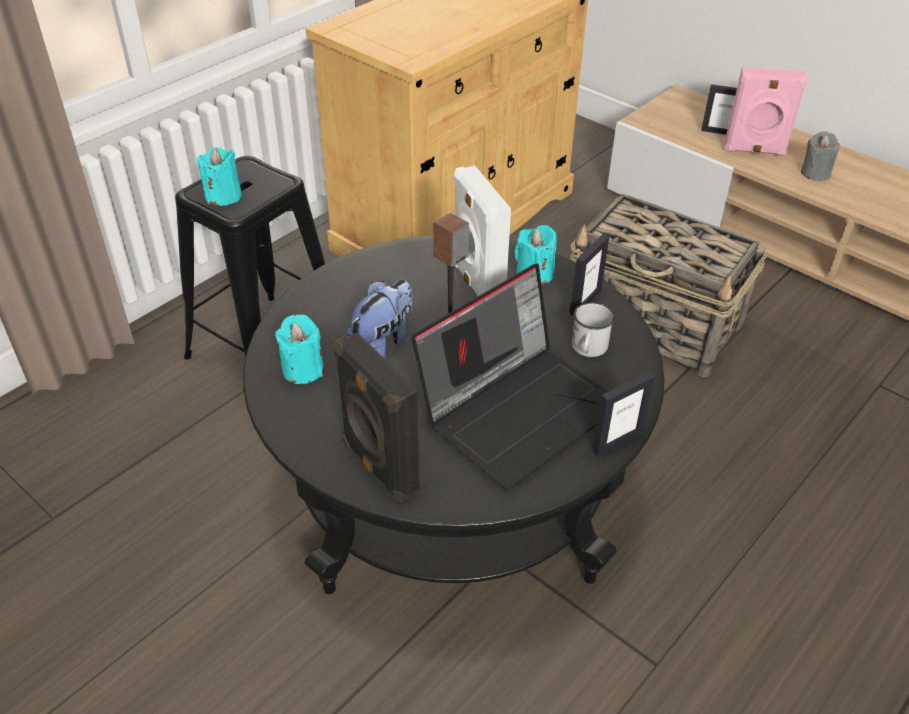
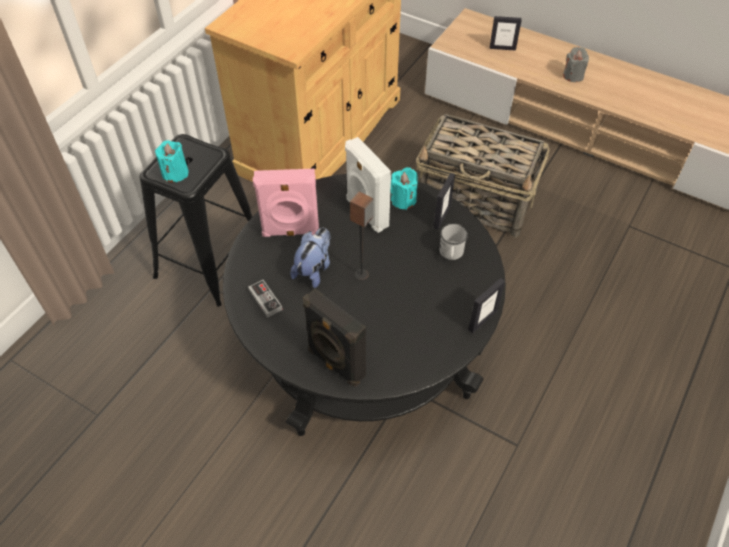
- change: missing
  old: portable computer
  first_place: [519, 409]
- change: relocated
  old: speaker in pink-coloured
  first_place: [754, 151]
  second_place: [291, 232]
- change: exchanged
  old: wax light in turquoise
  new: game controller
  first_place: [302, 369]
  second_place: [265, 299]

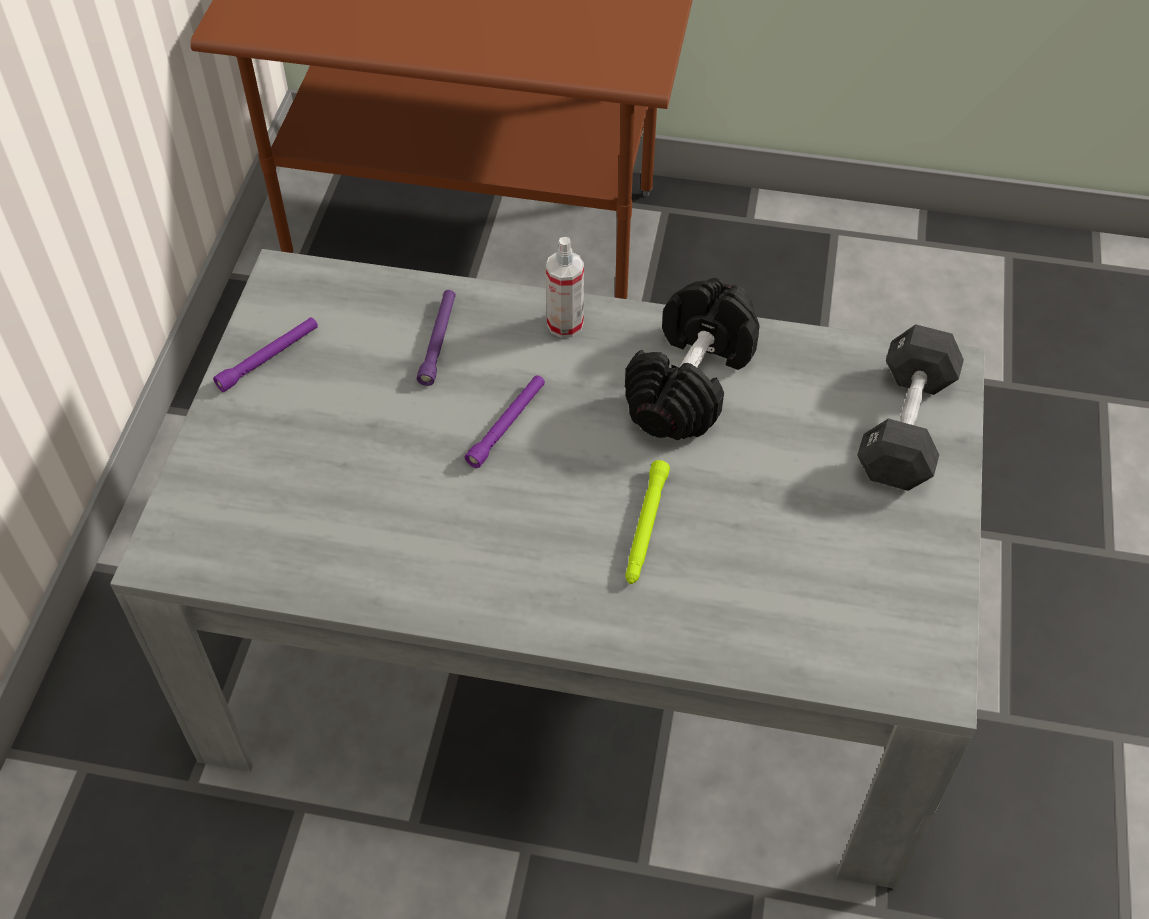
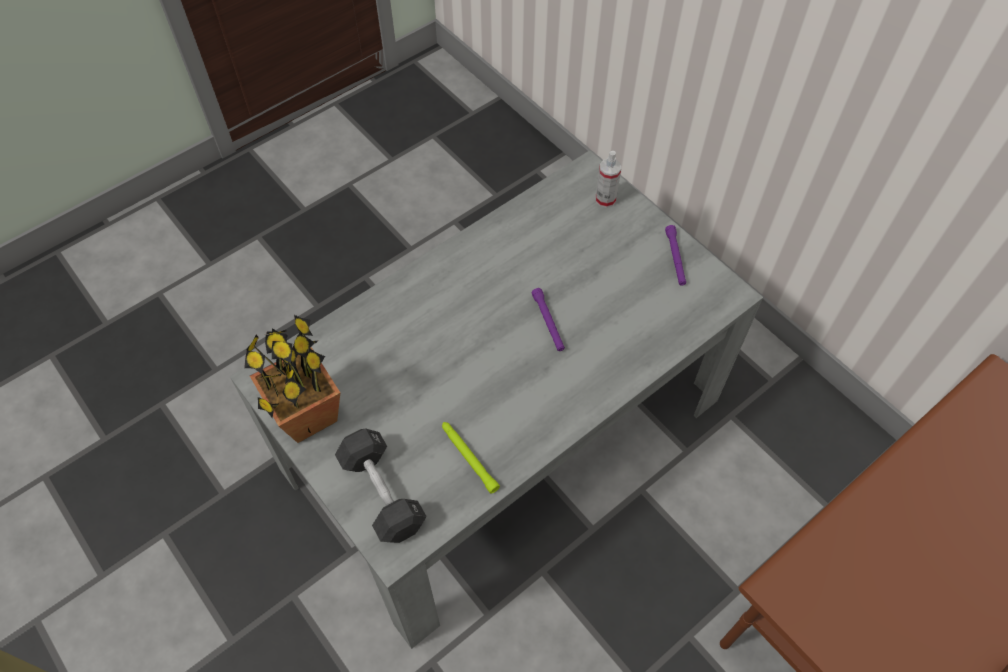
- change: missing
  old: flashlight in purple-coloured
  first_place: [438, 341]
- change: missing
  old: free weight in blackish
  first_place: [689, 381]
- change: appeared
  new: houseplant
  second_place: [307, 416]
- change: relocated
  old: sprayer
  first_place: [565, 324]
  second_place: [605, 199]
- change: relocated
  old: flashlight in green
  first_place: [645, 528]
  second_place: [468, 457]

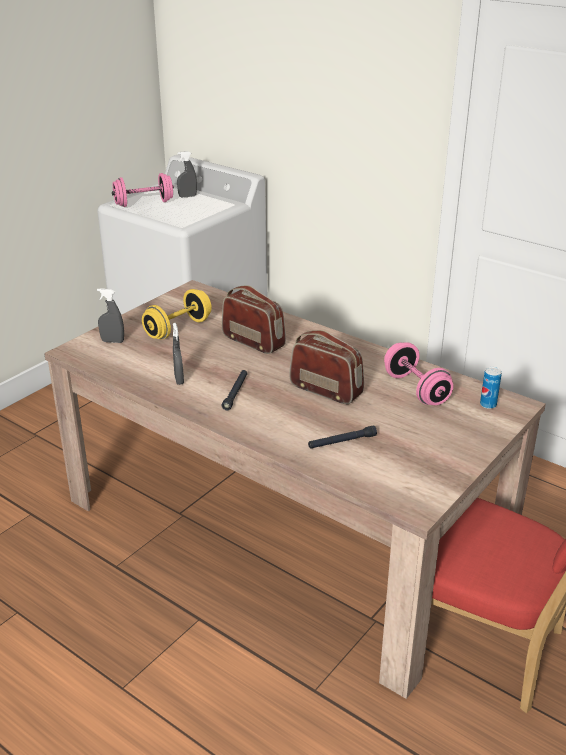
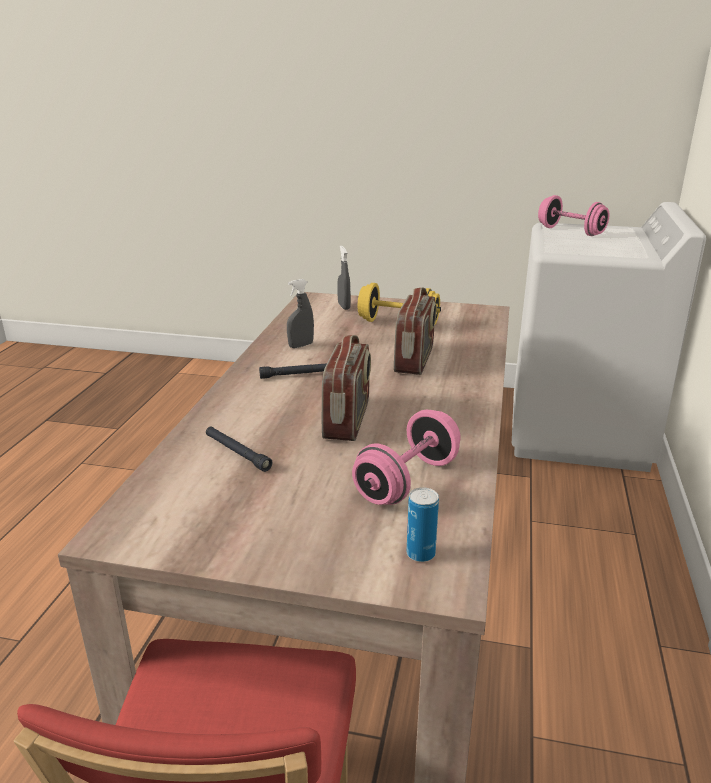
- change: missing
  old: sprayer in greyish
  first_place: [187, 196]

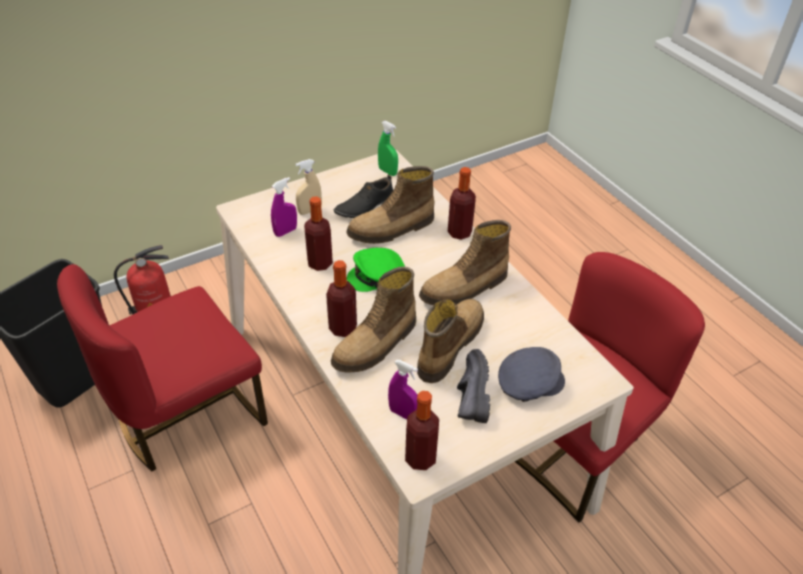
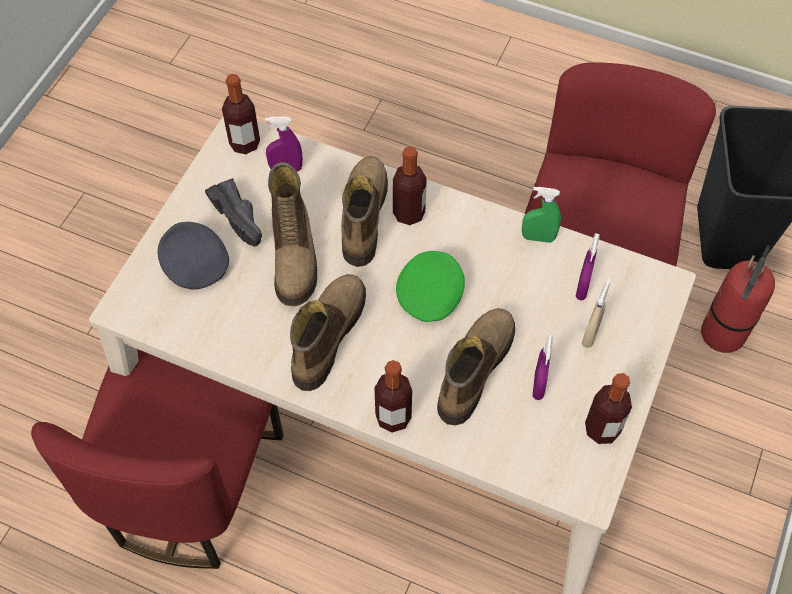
- change: relocated
  old: bottle
  first_place: [320, 263]
  second_place: [602, 429]
- change: relocated
  old: sprayer in green
  first_place: [387, 171]
  second_place: [538, 237]
- change: exchanged
  old: low shoe in blackish
  new: sprayer in purple-coloured
  first_place: [364, 206]
  second_place: [538, 385]
- change: spun
  old: baseball cap in greyish
  first_place: [529, 382]
  second_place: [193, 263]
  degrees: 105

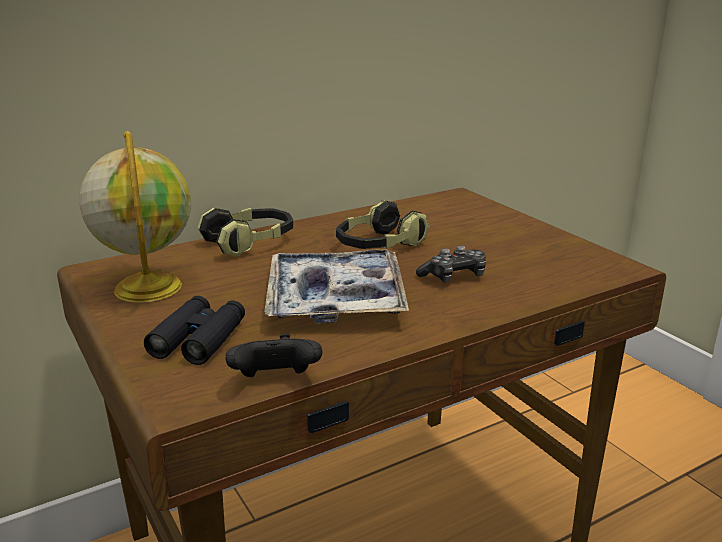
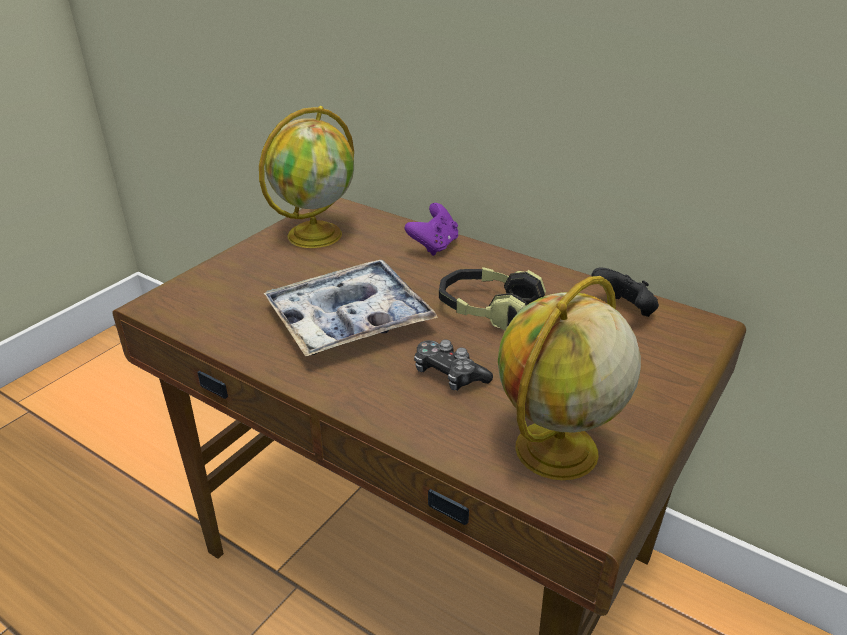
- change: missing
  old: binoculars in blackish
  first_place: [199, 339]
- change: appeared
  new: desk globe
  second_place: [555, 452]
- change: relocated
  old: game controller in blackish
  first_place: [275, 381]
  second_place: [625, 310]
- change: exchanged
  old: pair of headphones
  new: game controller in purple-coloured
  first_place: [250, 243]
  second_place: [434, 246]

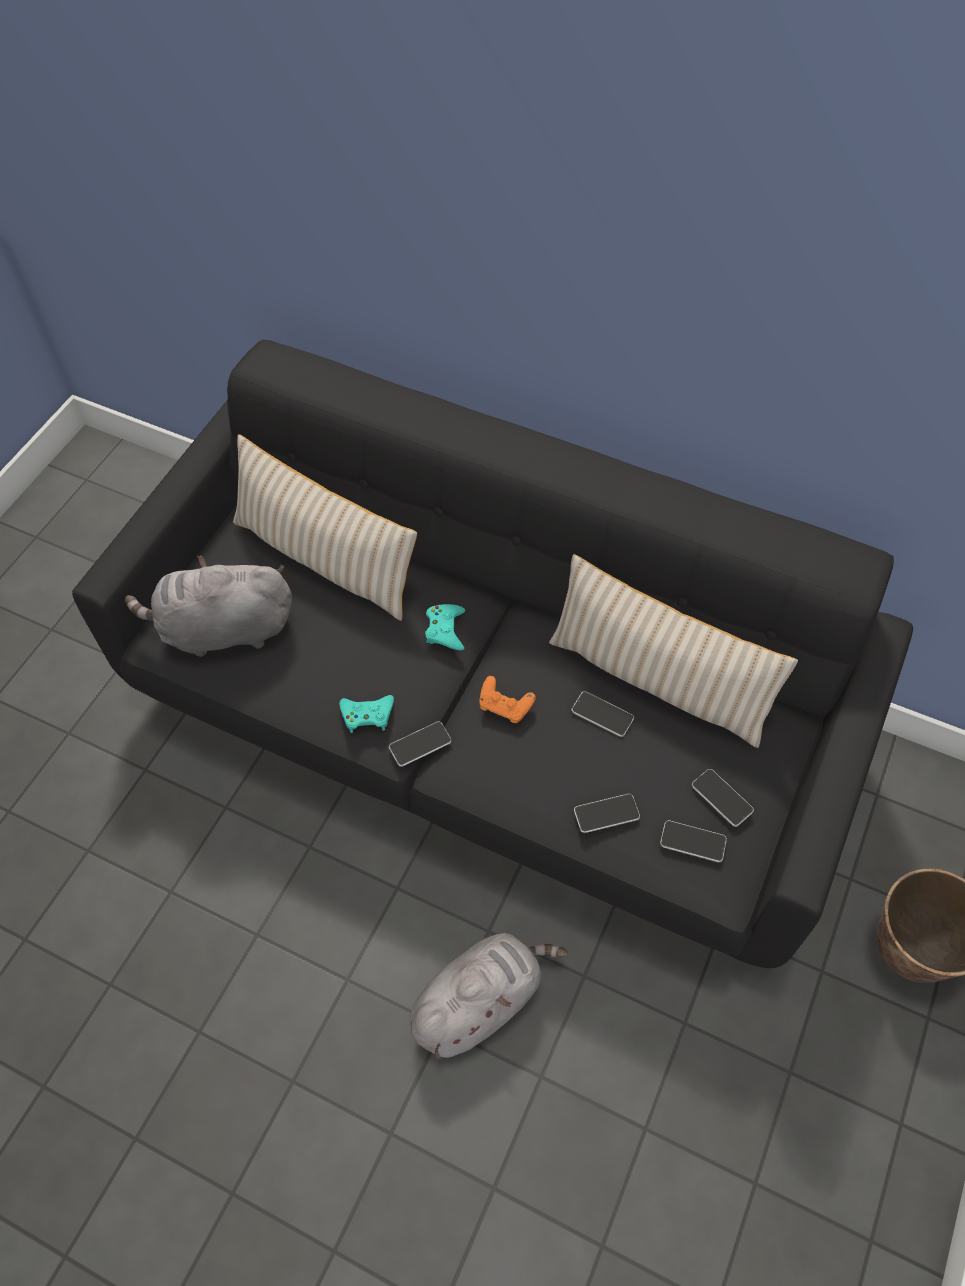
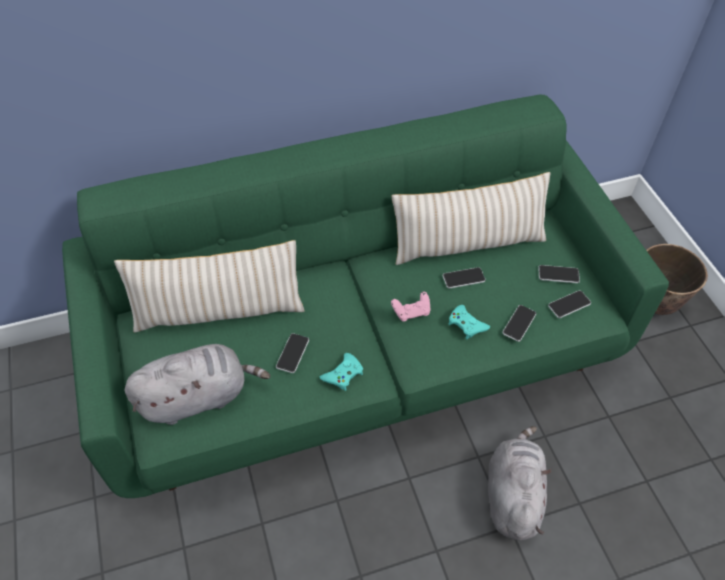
- change: relocated
  old: telephone
  first_place: [420, 744]
  second_place: [292, 353]
- change: relocated
  old: game controller in turquoise
  first_place: [445, 630]
  second_place: [466, 324]
- change: colour
  old: sofa in blackish
  new: sofa in green
  first_place: [486, 722]
  second_place: [362, 354]
- change: colour
  old: game controller in orangey
  new: game controller in pink-coloured
  first_place: [505, 706]
  second_place: [411, 312]
- change: spun
  old: soft toy in greyish
  first_place: [223, 629]
  second_place: [198, 397]
  degrees: -150

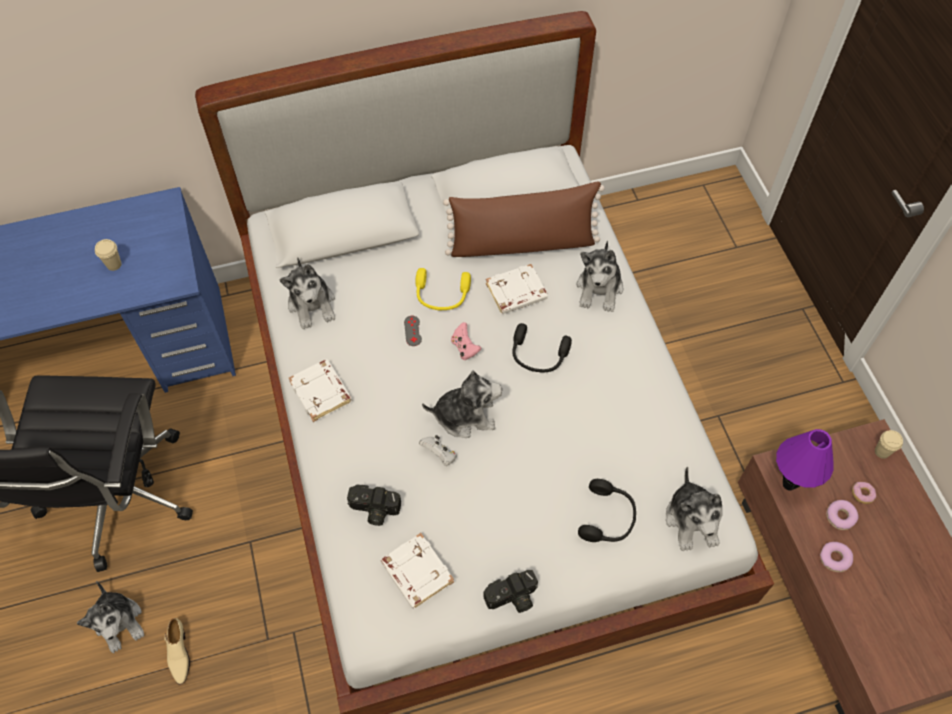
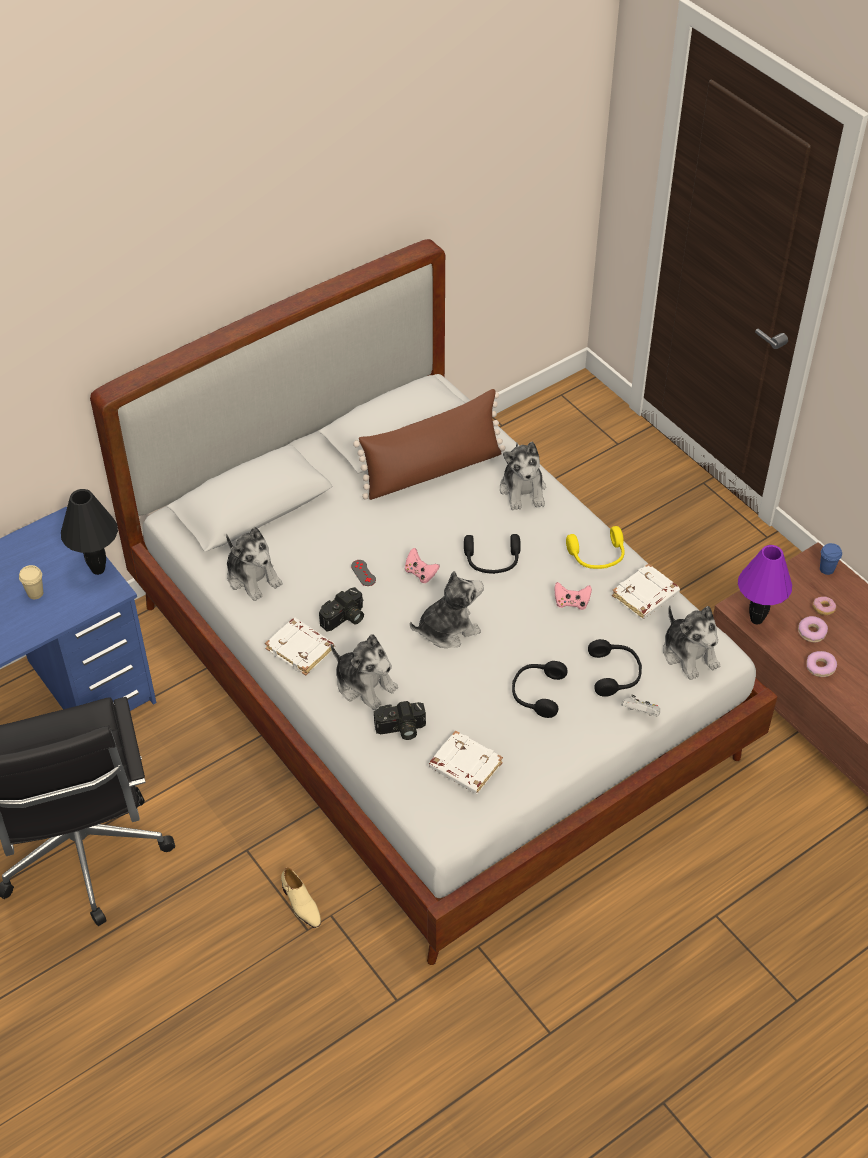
- change: appeared
  new: lamp for a table in blackish
  second_place: [98, 570]
- change: appeared
  new: pair of headphones in blackish
  second_place: [537, 693]
- change: appeared
  new: game controller in pink-coloured
  second_place: [571, 603]
- change: relocated
  old: soft toy
  first_place: [119, 622]
  second_place: [364, 684]
- change: relocated
  old: low shoe in beige-coloured
  first_place: [179, 653]
  second_place: [301, 904]
- change: relocated
  old: pair of headphones in yellow-coloured
  first_place: [441, 296]
  second_place: [597, 557]
- change: relocated
  old: game controller in white-coloured
  first_place: [439, 455]
  second_place: [640, 713]
- change: relocated
  old: photo camera
  first_place: [512, 599]
  second_place: [345, 619]
- change: relocated
  old: book in white-coloured
  first_place: [516, 293]
  second_place: [645, 596]
- change: colour
  old: cup in beige-coloured
  new: cup in bluish
  first_place: [882, 452]
  second_place: [826, 569]

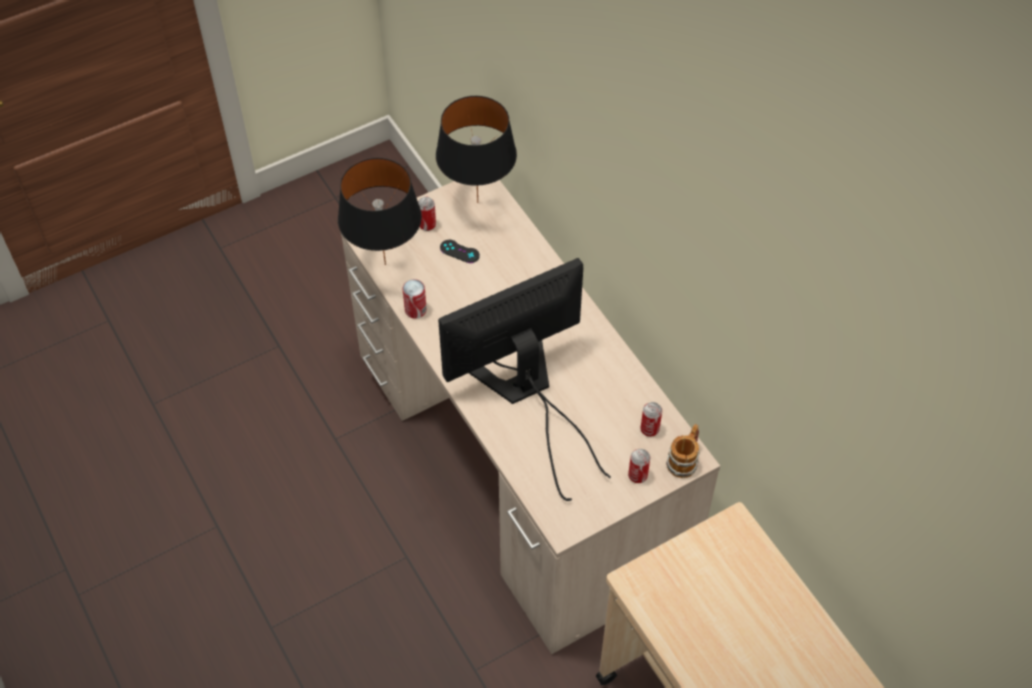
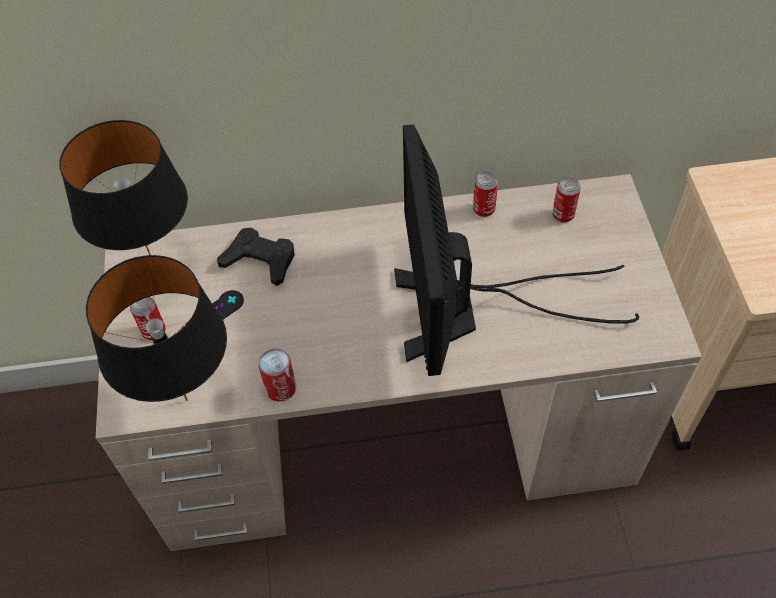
- change: missing
  old: coffee mug
  first_place: [684, 460]
- change: appeared
  new: game controller in blackish
  second_place: [260, 260]
- change: relocated
  old: can
  first_place: [637, 476]
  second_place: [483, 209]

